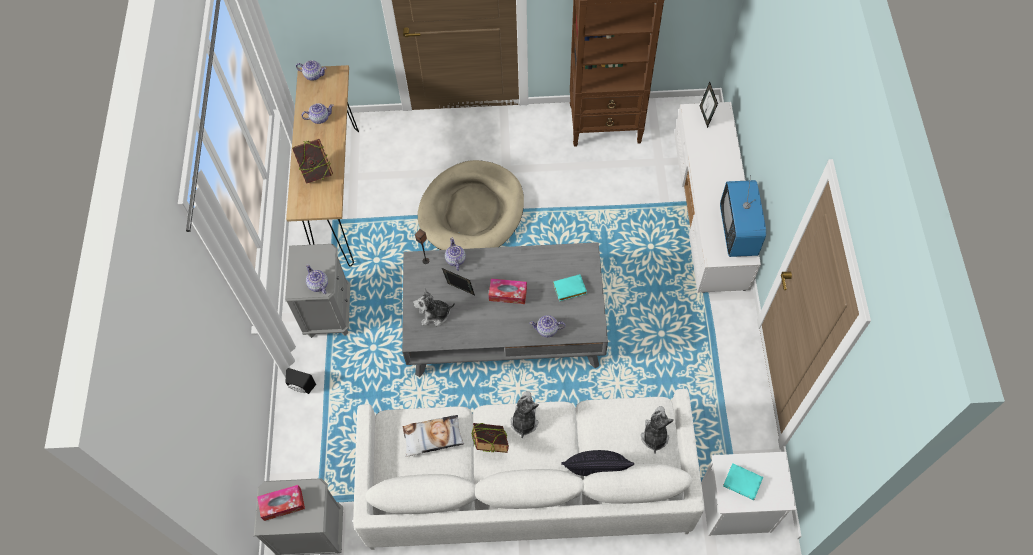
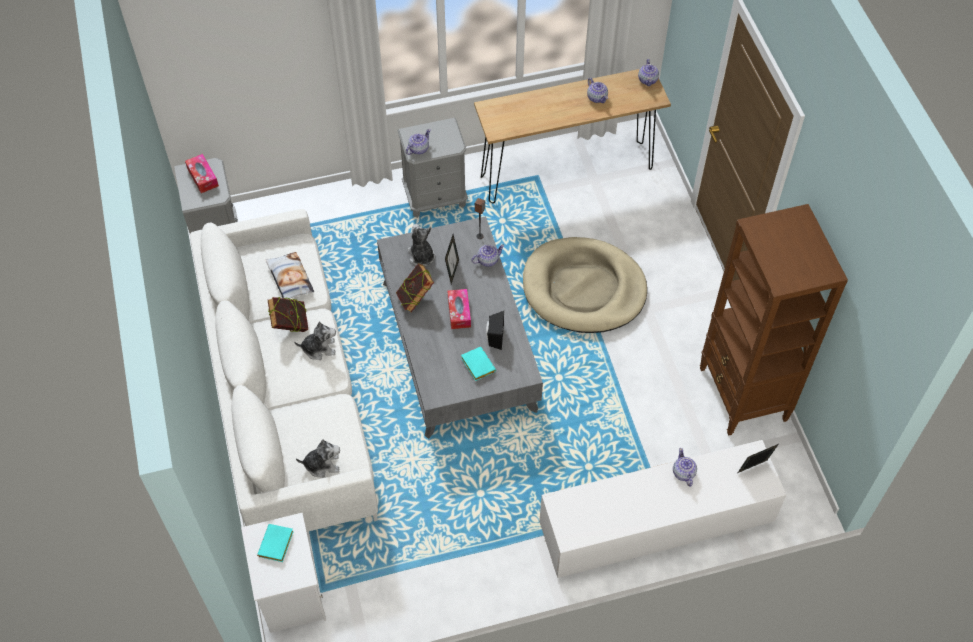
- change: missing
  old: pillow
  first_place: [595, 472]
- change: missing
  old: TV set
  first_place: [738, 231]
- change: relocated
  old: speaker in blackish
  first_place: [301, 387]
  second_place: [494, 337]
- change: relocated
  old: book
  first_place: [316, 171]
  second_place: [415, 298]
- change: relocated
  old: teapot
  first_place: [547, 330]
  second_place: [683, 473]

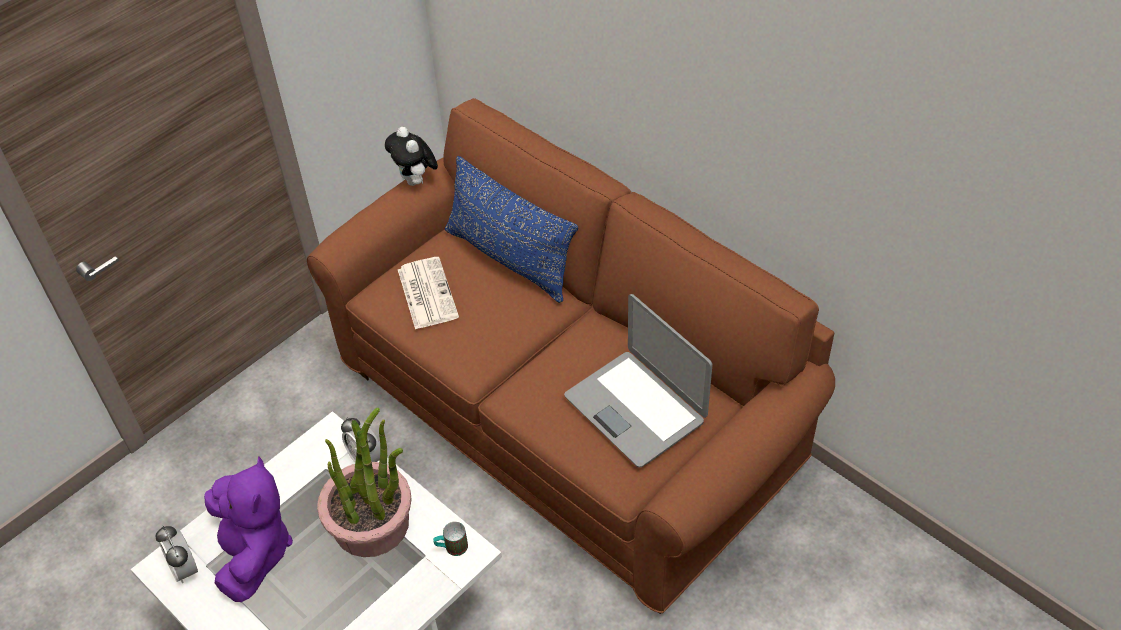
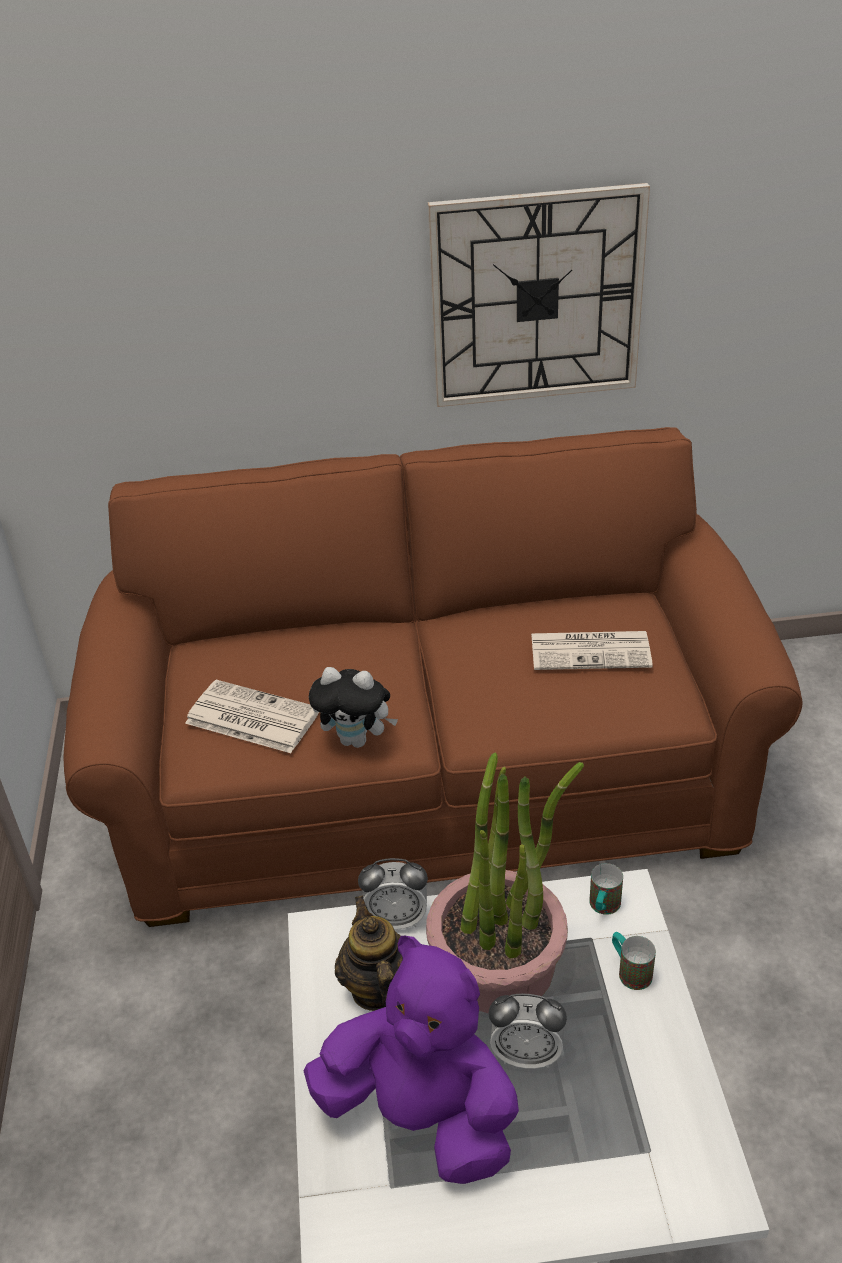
- change: missing
  old: pillow in bluish
  first_place: [510, 259]
- change: appeared
  new: teapot
  second_place: [377, 988]
- change: appeared
  new: wall clock
  second_place: [536, 298]
- change: appeared
  new: coffee mug
  second_place: [629, 971]
- change: relocated
  old: table clock
  first_place: [185, 569]
  second_place: [527, 1054]
- change: relocated
  old: soft toy
  first_place: [416, 181]
  second_place: [357, 740]
- change: exchanged
  old: portable computer
  new: daily paper
  first_place: [636, 408]
  second_place: [592, 651]

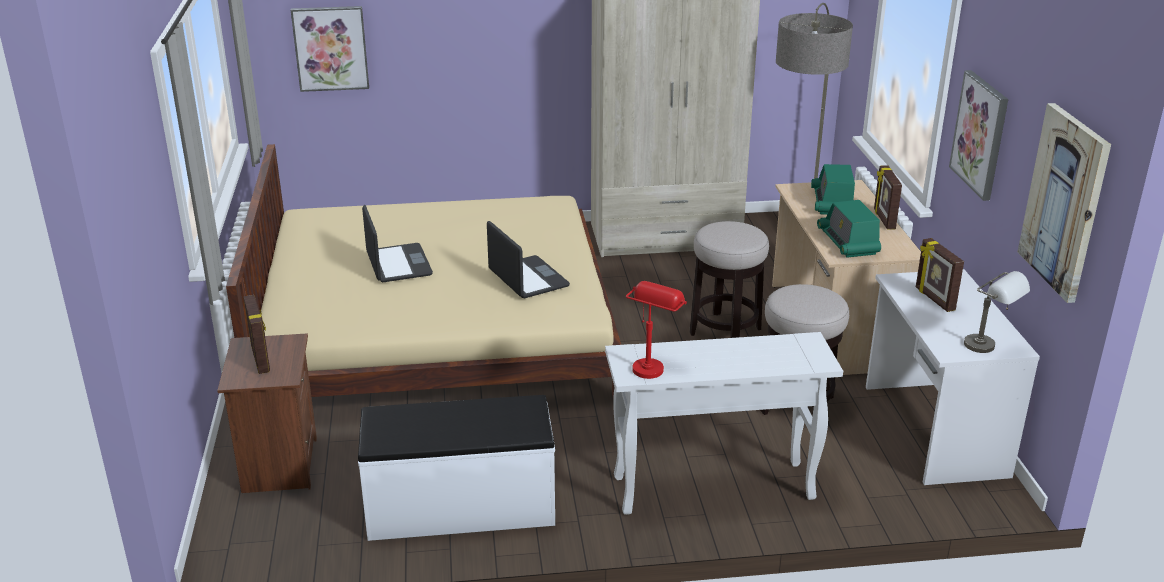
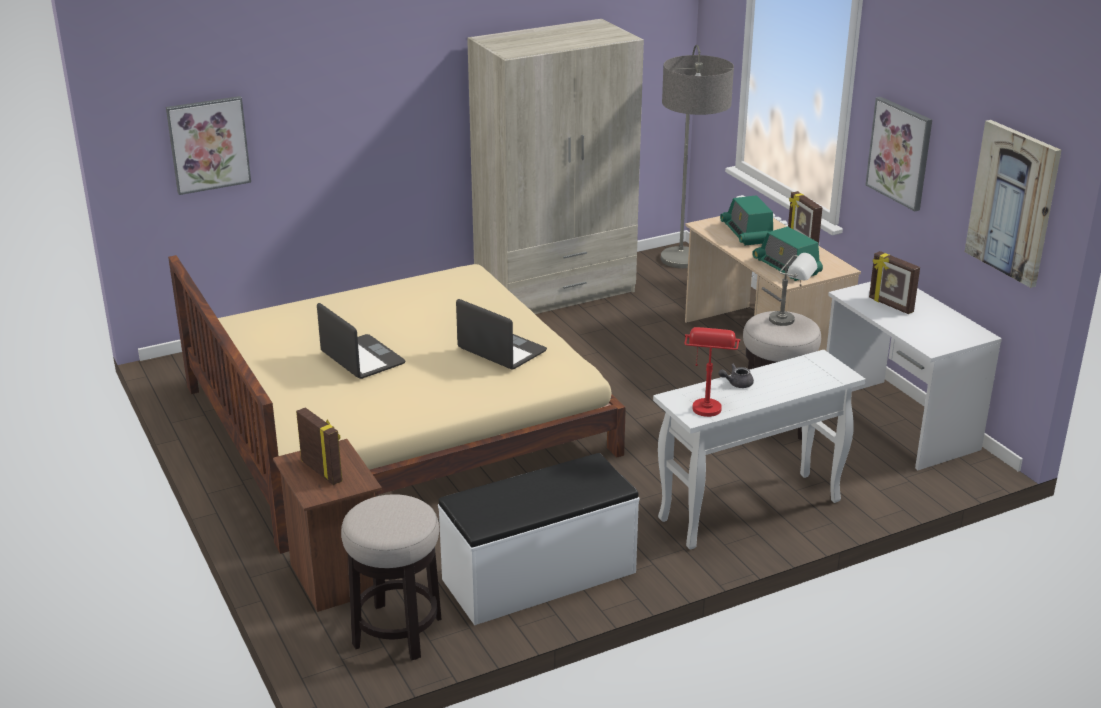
- change: appeared
  new: teapot in greyish
  second_place: [736, 384]
- change: relocated
  old: stool
  first_place: [725, 331]
  second_place: [397, 632]
- change: relocated
  old: lamp for a table in greyish
  first_place: [989, 348]
  second_place: [790, 321]

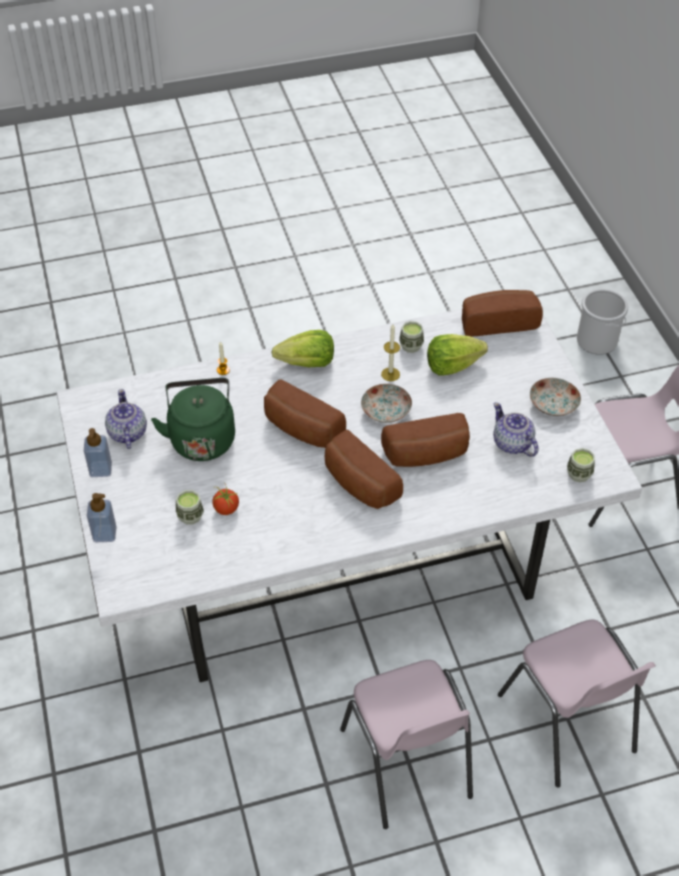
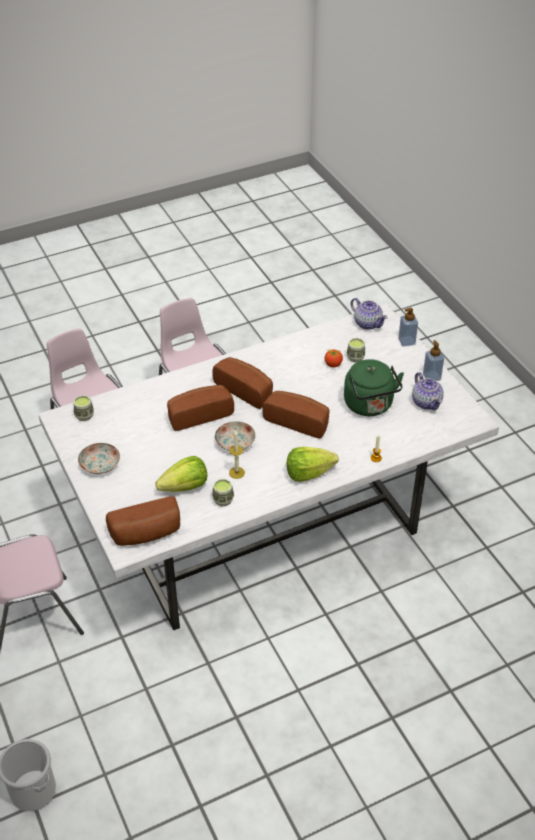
- change: relocated
  old: teapot
  first_place: [512, 444]
  second_place: [367, 323]

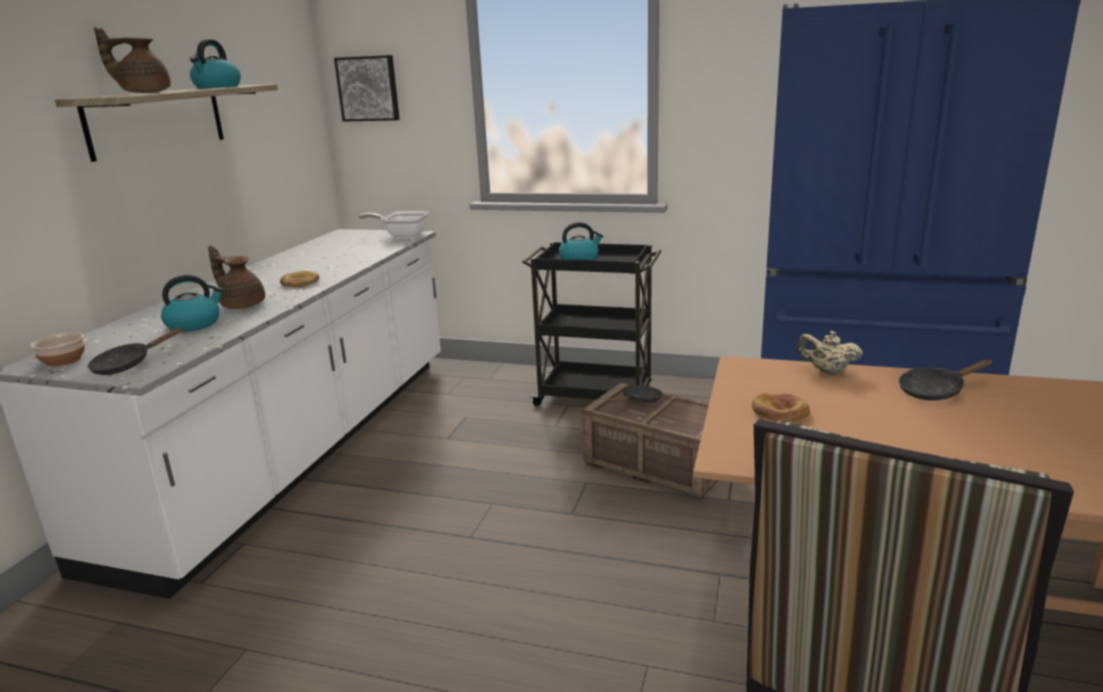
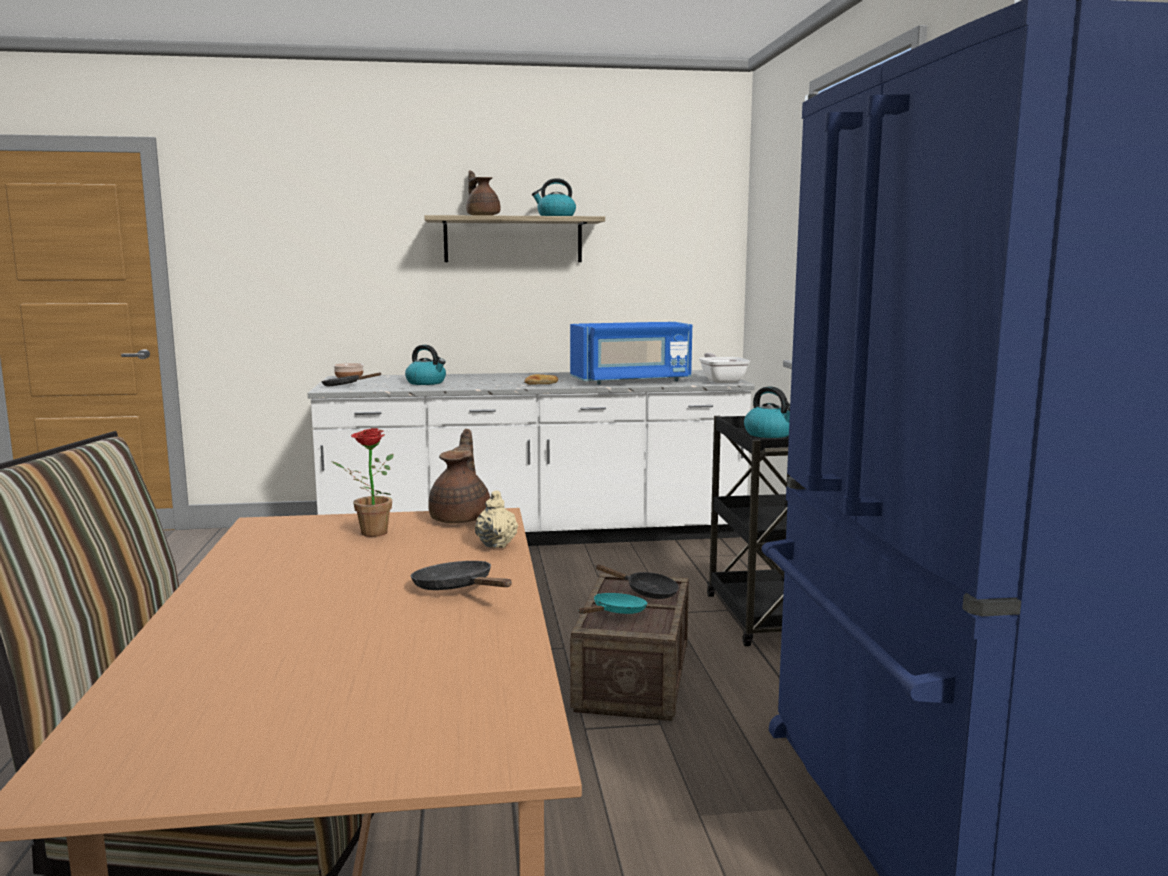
- change: missing
  old: wall art
  first_place: [368, 88]
- change: appeared
  new: microwave in bluish
  second_place: [631, 381]
- change: appeared
  new: skillet in turquoise
  second_place: [616, 612]
- change: relocated
  old: teapot in brown-coloured
  first_place: [242, 305]
  second_place: [462, 518]
- change: exchanged
  old: baked bread
  new: houseplant
  first_place: [780, 412]
  second_place: [368, 533]

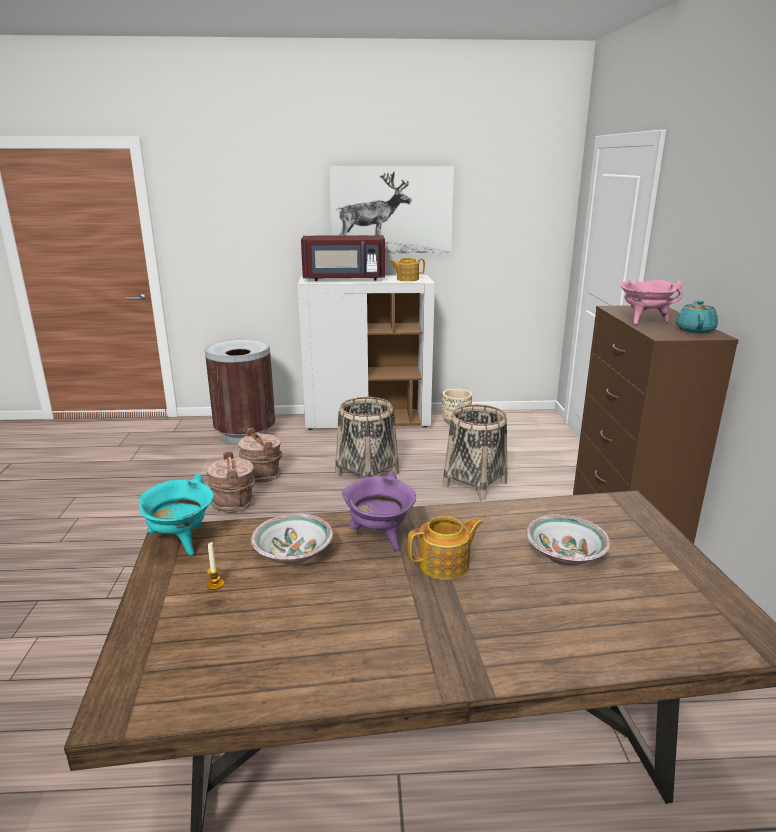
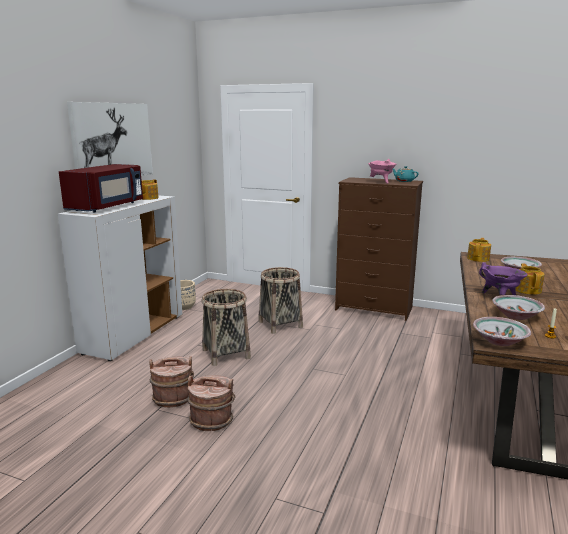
- change: missing
  old: waste bin in brown-coloured
  first_place: [246, 433]
- change: appeared
  new: teapot
  second_place: [478, 258]
- change: exchanged
  old: saucepot in turquoise
  new: bowl
  first_place: [181, 542]
  second_place: [499, 341]

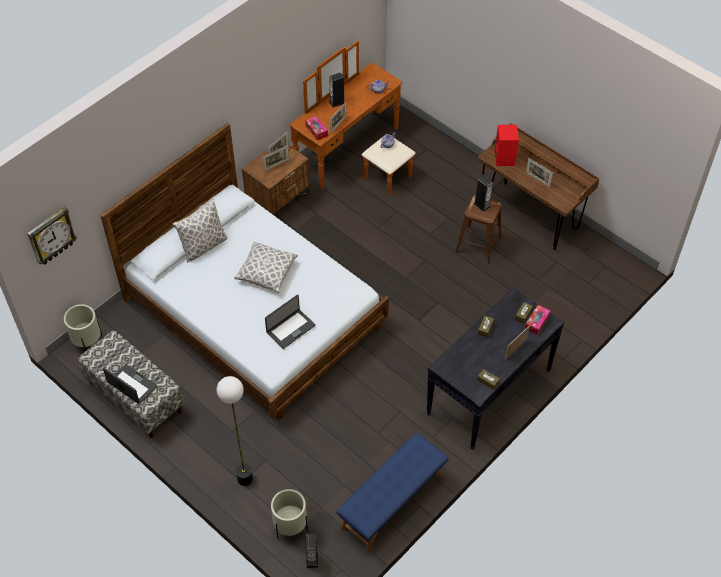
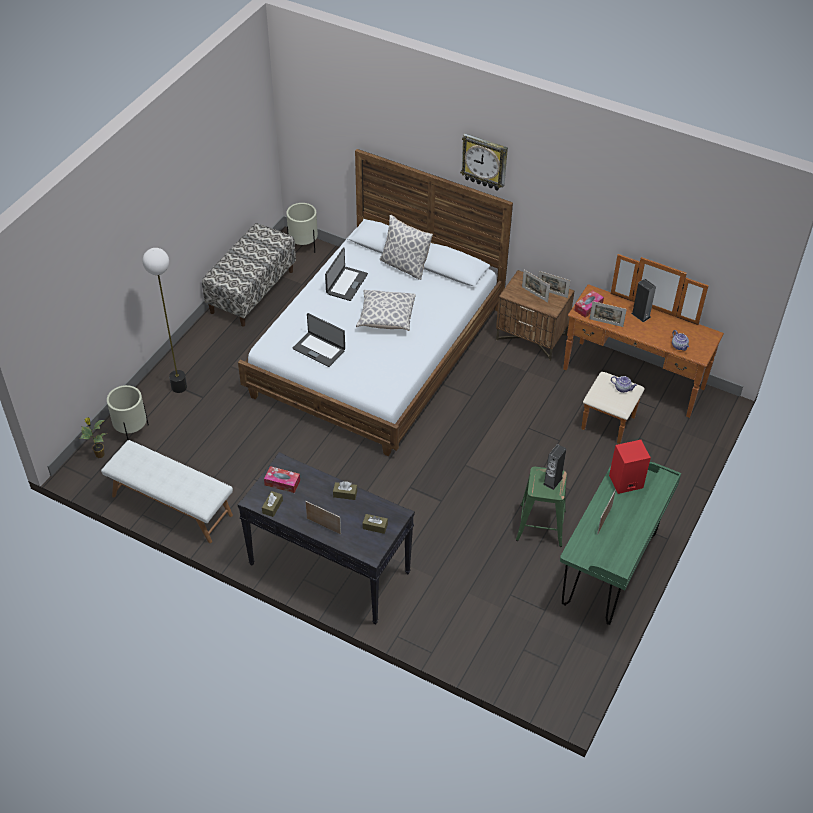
- change: relocated
  old: wall clock
  first_place: [51, 236]
  second_place: [484, 162]
- change: relocated
  old: portable computer
  first_place: [131, 385]
  second_place: [346, 284]
- change: relocated
  old: box of tissues
  first_place: [537, 322]
  second_place: [282, 482]
- change: exchanged
  old: speaker
  new: houseplant
  first_place: [312, 559]
  second_place: [99, 454]
- change: colour
  old: bench in bluish
  new: bench in white-coloured
  first_place: [392, 503]
  second_place: [171, 506]
- change: colour
  old: stool in brown-coloured
  new: stool in green
  first_place: [478, 245]
  second_place: [540, 525]
- change: colour
  old: desk unit in brown-coloured
  new: desk unit in green
  first_place: [529, 215]
  second_place: [609, 570]

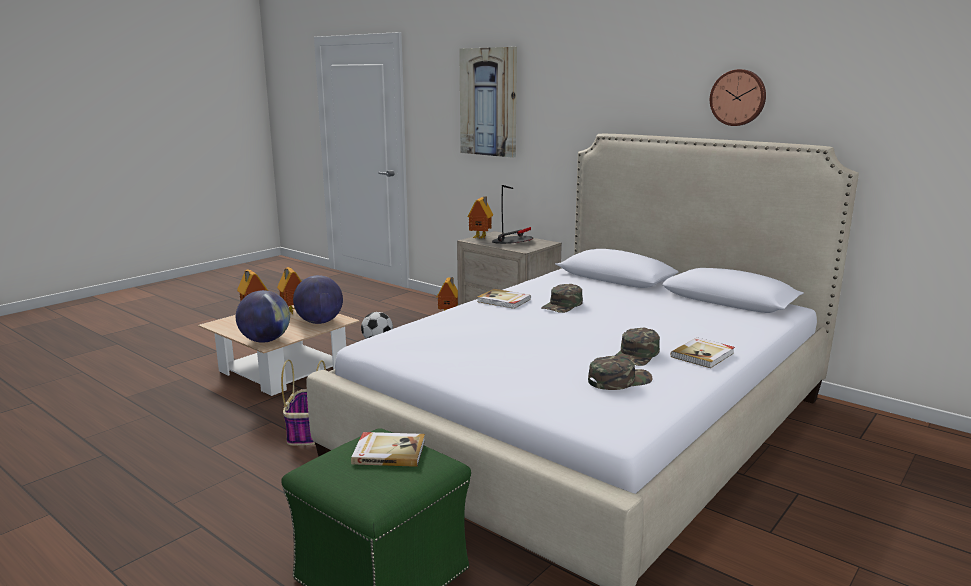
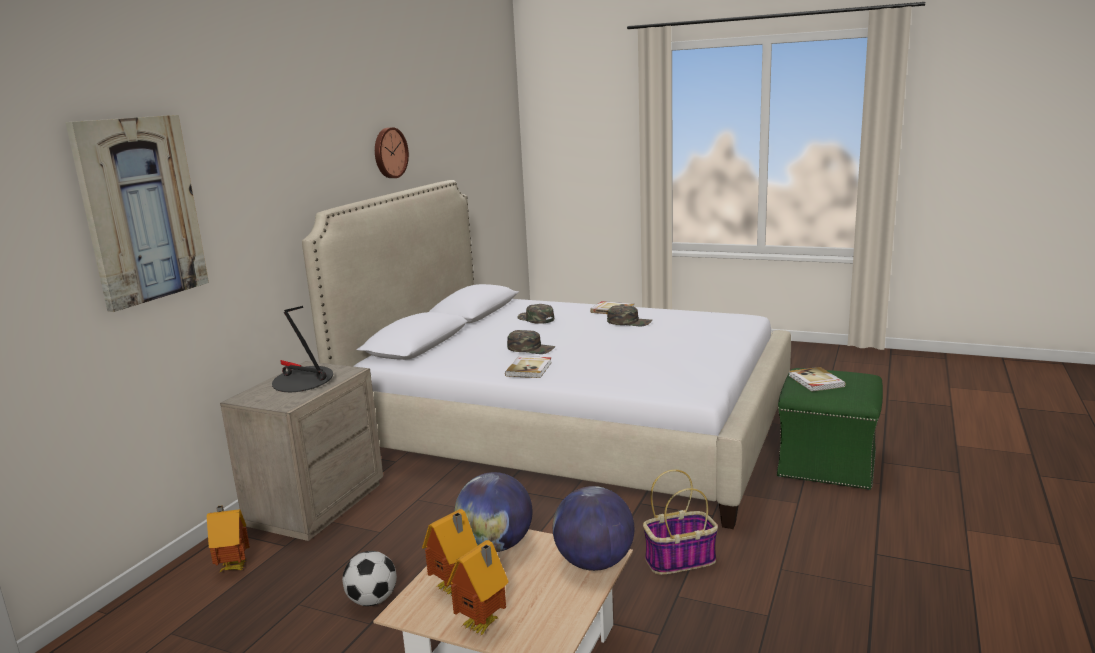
- change: missing
  old: model house
  first_place: [481, 238]
- change: relocated
  old: baseball cap in green
  first_place: [619, 380]
  second_place: [535, 319]

